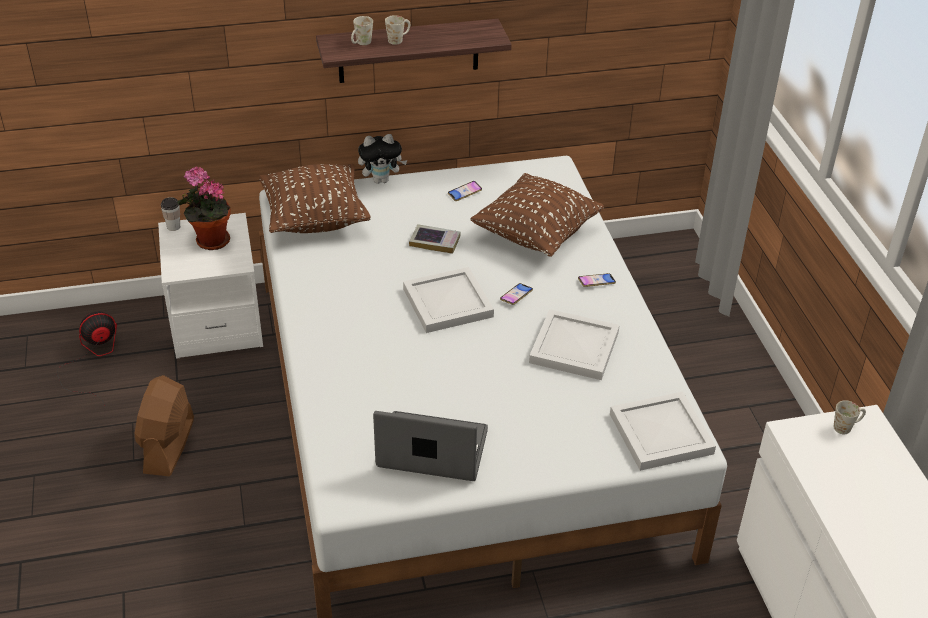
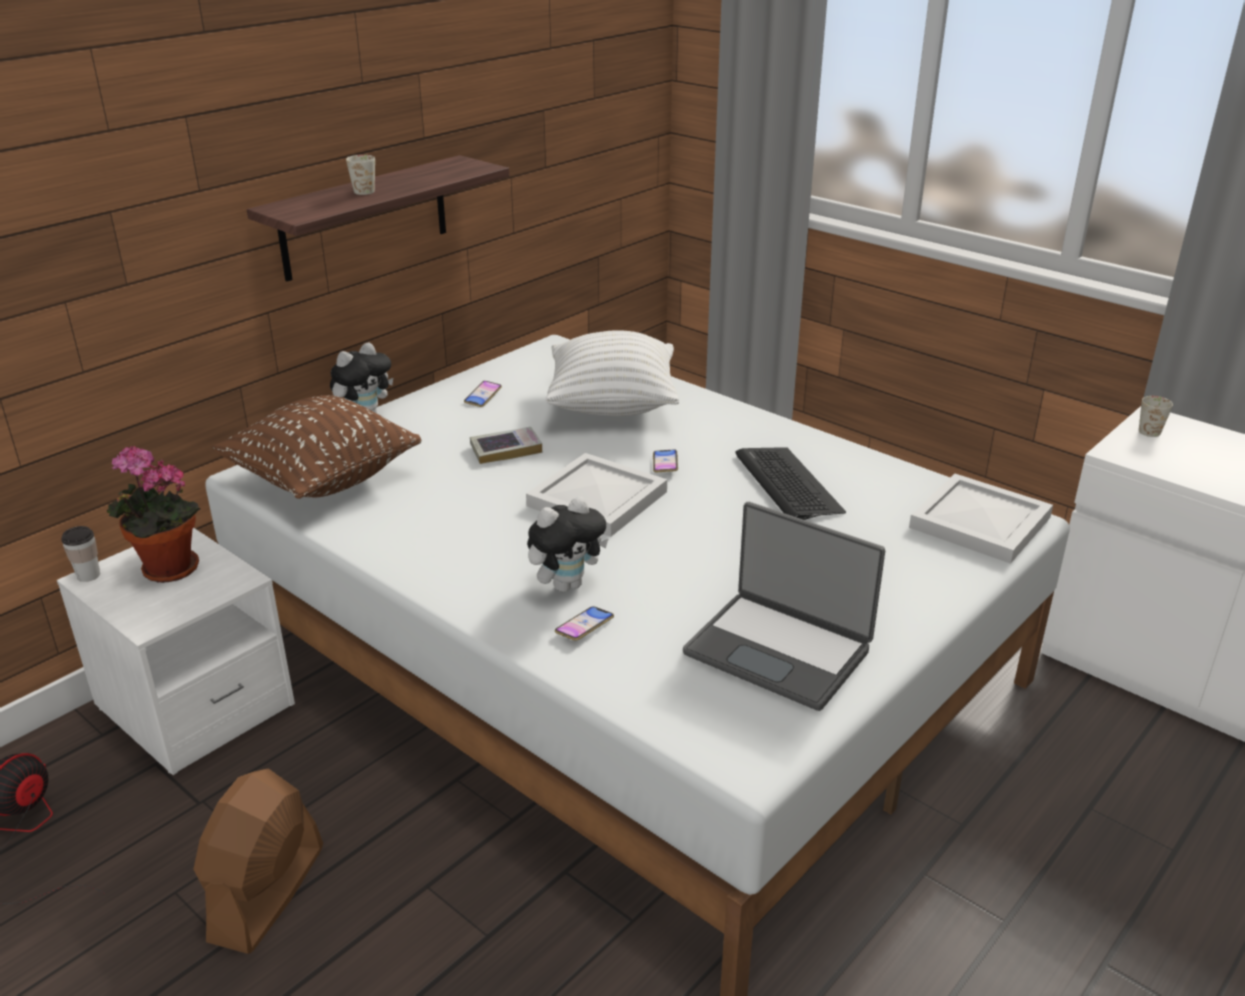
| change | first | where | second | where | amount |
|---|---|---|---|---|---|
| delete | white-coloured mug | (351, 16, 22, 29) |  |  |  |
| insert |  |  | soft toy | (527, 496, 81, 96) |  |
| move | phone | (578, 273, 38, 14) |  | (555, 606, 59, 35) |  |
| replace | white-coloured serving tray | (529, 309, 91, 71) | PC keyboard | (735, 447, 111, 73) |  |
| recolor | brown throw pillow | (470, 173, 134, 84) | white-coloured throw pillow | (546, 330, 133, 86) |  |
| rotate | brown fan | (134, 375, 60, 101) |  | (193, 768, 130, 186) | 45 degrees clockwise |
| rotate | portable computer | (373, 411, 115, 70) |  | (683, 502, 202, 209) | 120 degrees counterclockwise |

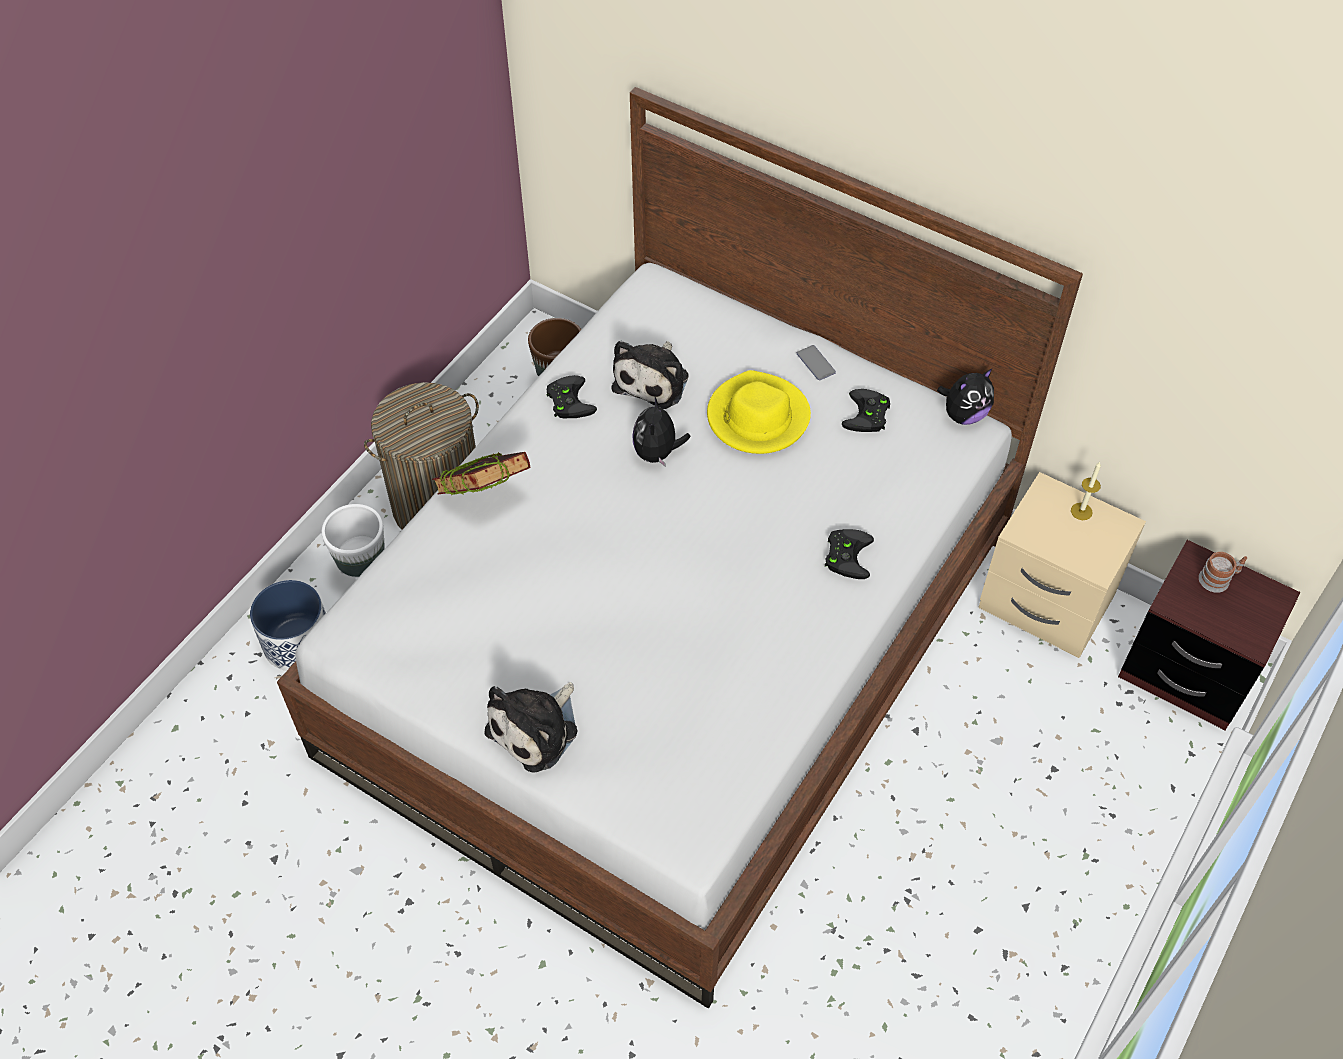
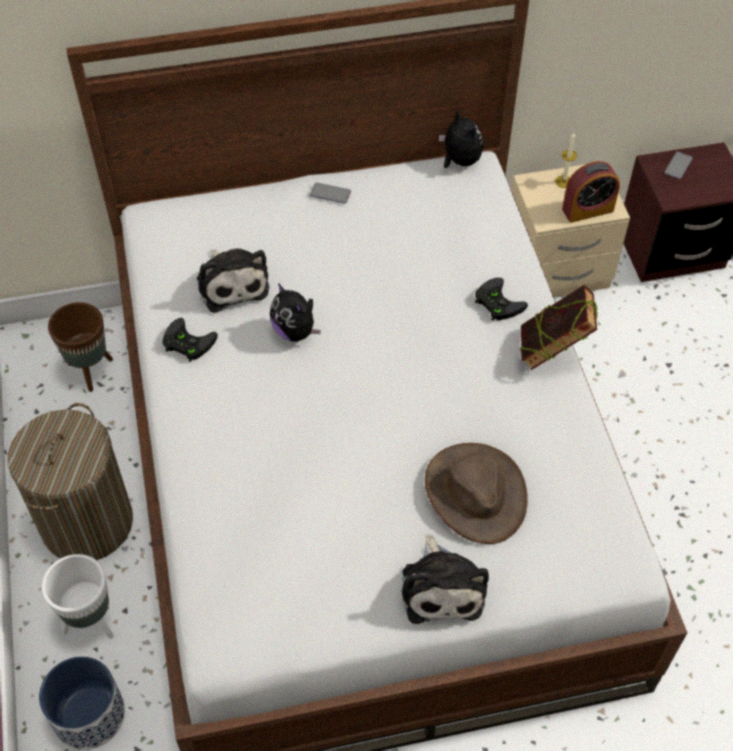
| change | first | where | second | where | amount |
|---|---|---|---|---|---|
| delete | yellow-coloured wearable hat | (707, 370, 104, 84) |  |  |  |
| delete | black game controller | (842, 389, 48, 43) |  |  |  |
| insert |  |  | brown wearable hat | (425, 443, 103, 101) |  |
| insert |  |  | table clock | (562, 161, 58, 62) |  |
| move | volume | (432, 452, 99, 43) |  | (520, 285, 78, 85) |  |
| replace | mug | (1199, 552, 48, 41) | phone | (664, 152, 29, 27) |  |
| rotate | soft toy | (937, 369, 57, 56) |  | (439, 109, 44, 59) | 45 degrees counterclockwise |

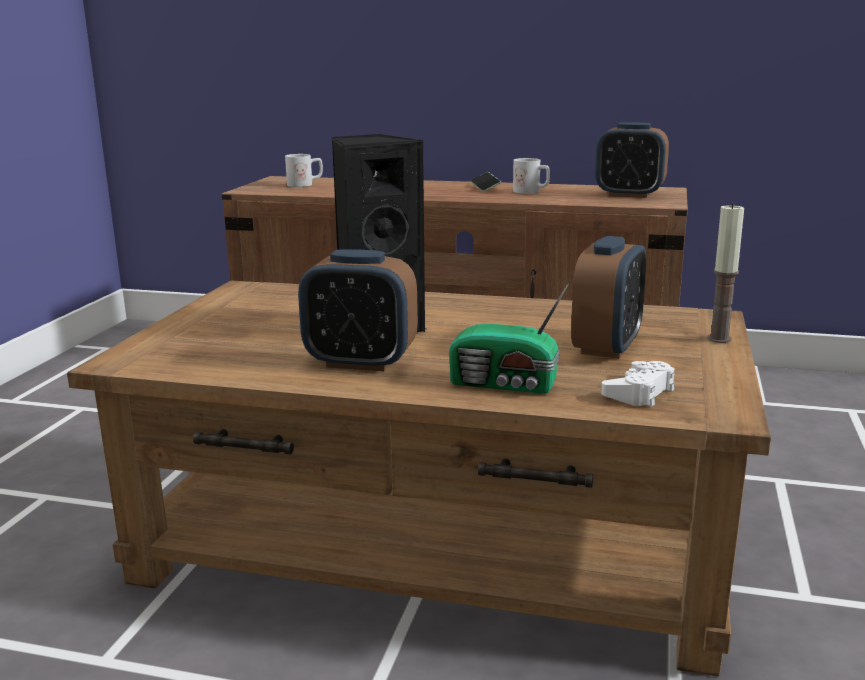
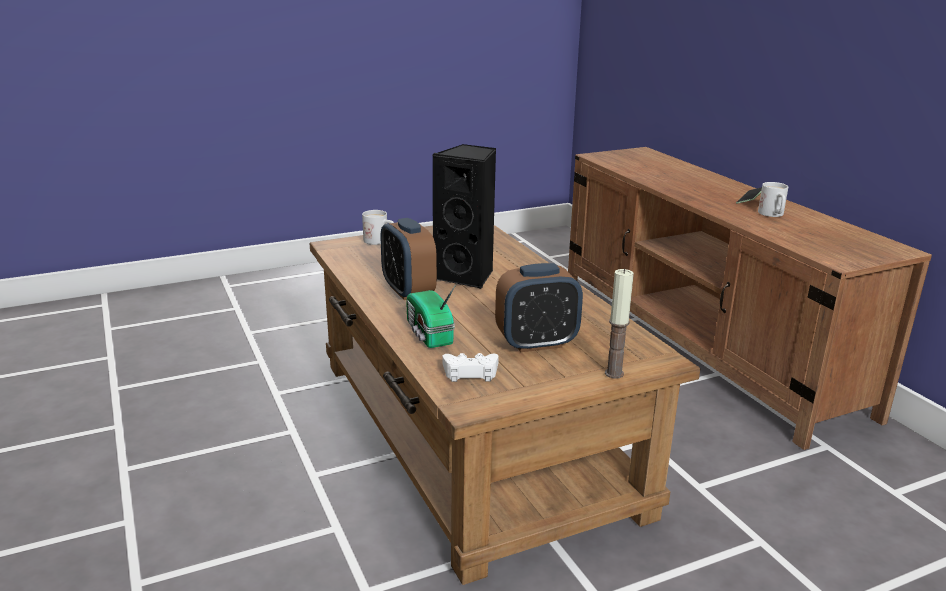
| change | first | where | second | where | amount |
|---|---|---|---|---|---|
| delete | table clock | (595, 122, 74, 76) |  |  |  |
| move | white-coloured mug | (285, 154, 38, 33) |  | (362, 210, 32, 35) |  |

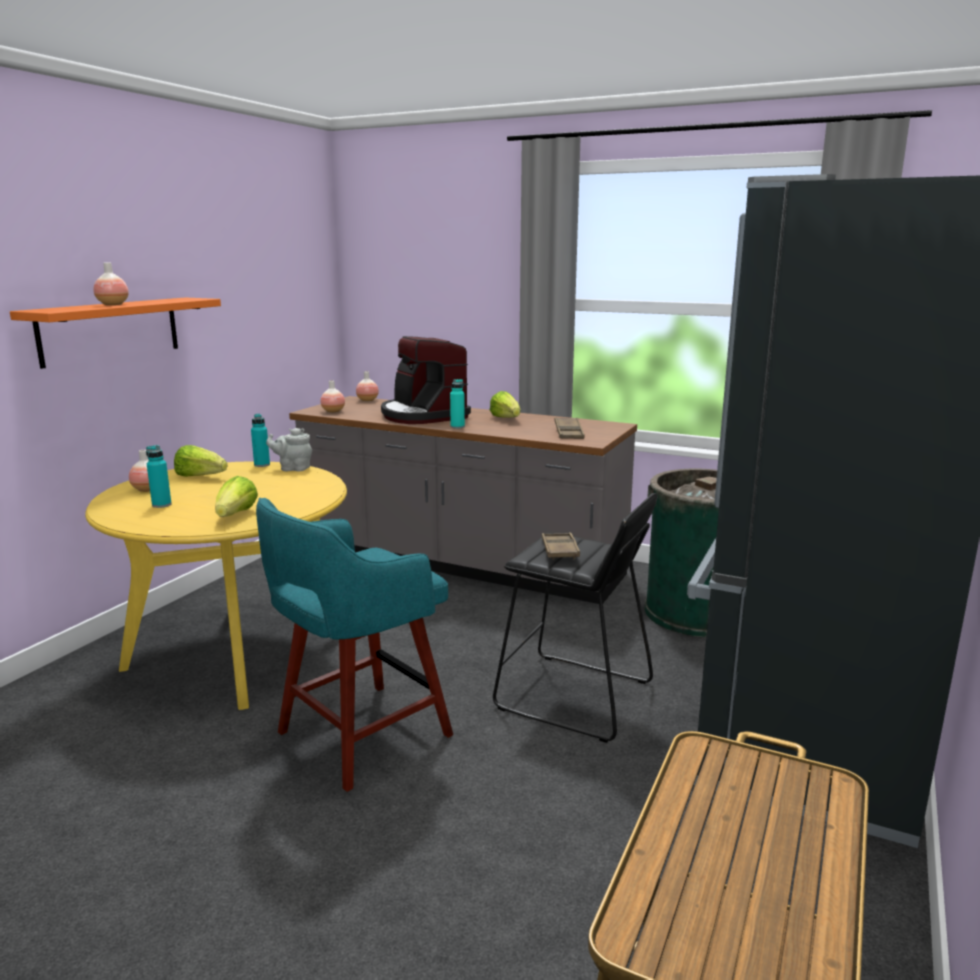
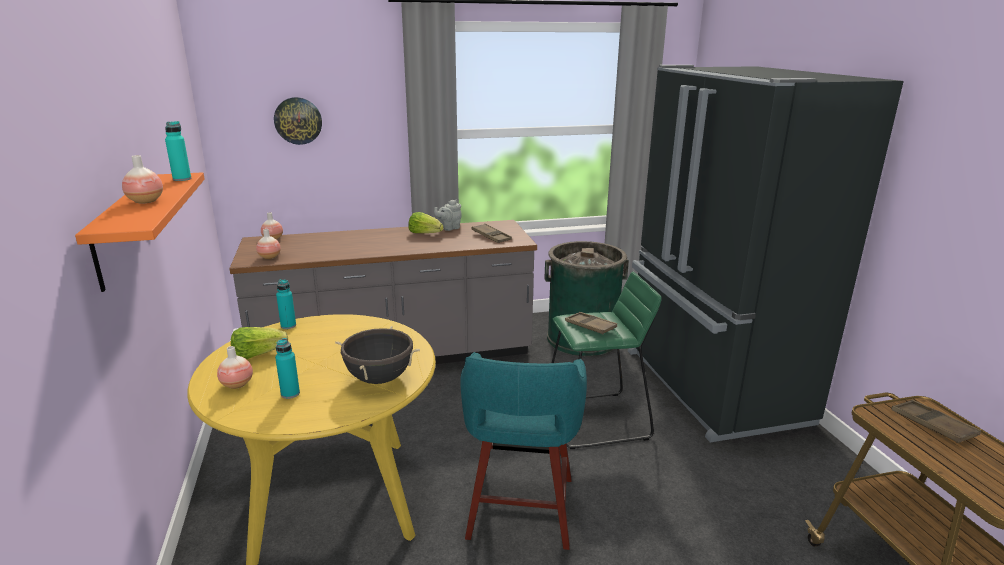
| change | first | where | second | where | amount |
|---|---|---|---|---|---|
| delete | coffee machine | (381, 336, 90, 88) |  |  |  |
| insert |  |  | wall clock | (274, 97, 48, 48) |  |
| insert |  |  | brown serving tray | (892, 400, 89, 43) |  |
| move | gray pot for tea | (266, 428, 46, 44) |  | (434, 199, 28, 32) |  |
| move | turquoise-coloured drink bottle | (450, 379, 15, 49) |  | (165, 121, 26, 60) |  |
| replace | head of lettuce | (215, 476, 43, 41) | black cooking pot | (335, 326, 85, 58) |  |
| recolor | black sitting stool | (493, 493, 164, 250) | green sitting stool | (552, 271, 110, 178) |  |

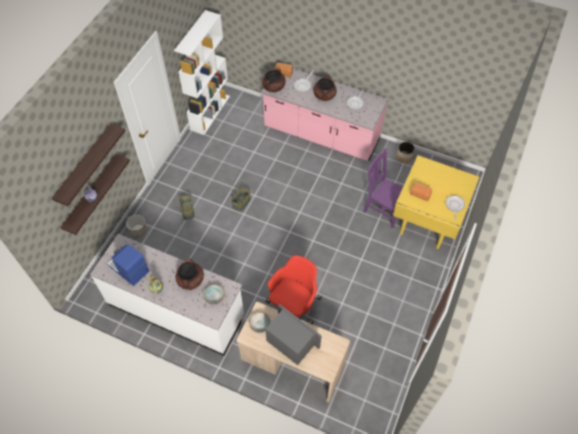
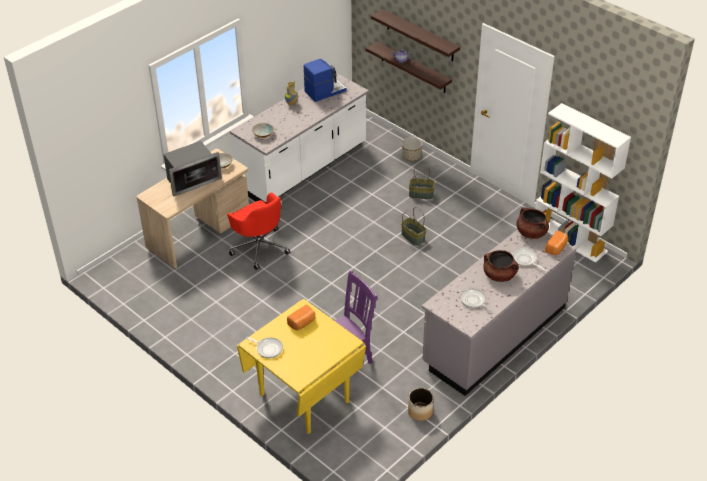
| change | first | where | second | where | amount |
|---|---|---|---|---|---|
| delete | brown cooking pot | (176, 258, 28, 32) |  |  |  |
| recolor | pinkish kitchen base unit | (261, 68, 127, 93) | gray kitchen base unit | (422, 229, 154, 167) |  |

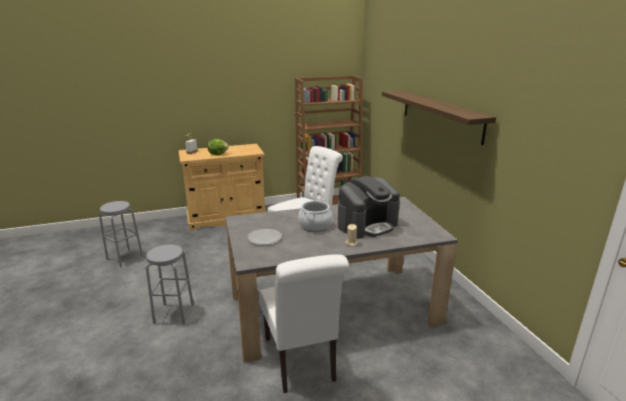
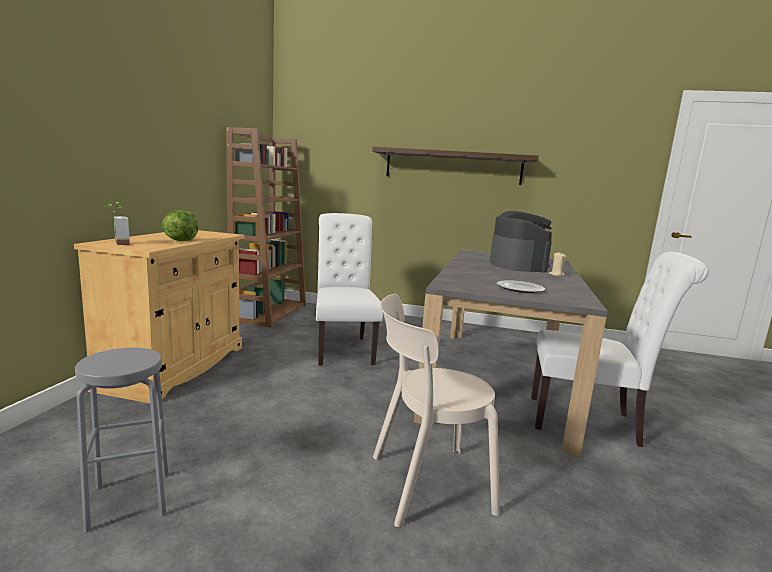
| change | first | where | second | where | amount |
|---|---|---|---|---|---|
| delete | cooking pot | (298, 199, 35, 33) |  |  |  |
| replace | gray sitting stool | (146, 245, 48, 80) | beige plain chair | (373, 294, 127, 233) |  |

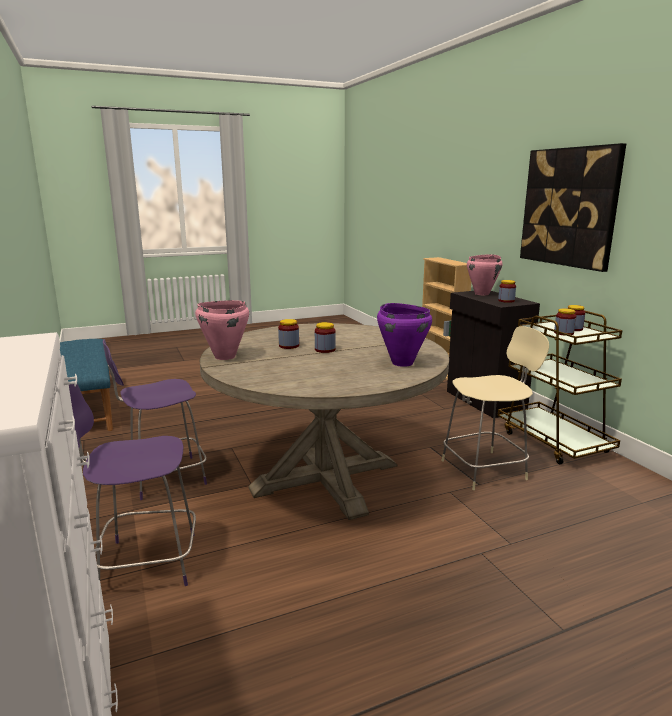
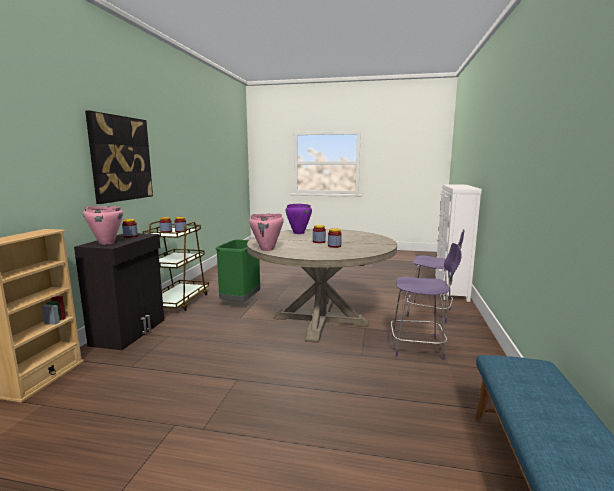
| change | first | where | second | where | amount |
|---|---|---|---|---|---|
| move | pinkish cooking pot | (195, 300, 54, 60) |  | (249, 214, 35, 37) |  |
| replace | beige plain chair | (441, 326, 108, 164) | green waste bin | (215, 240, 45, 61) |  |

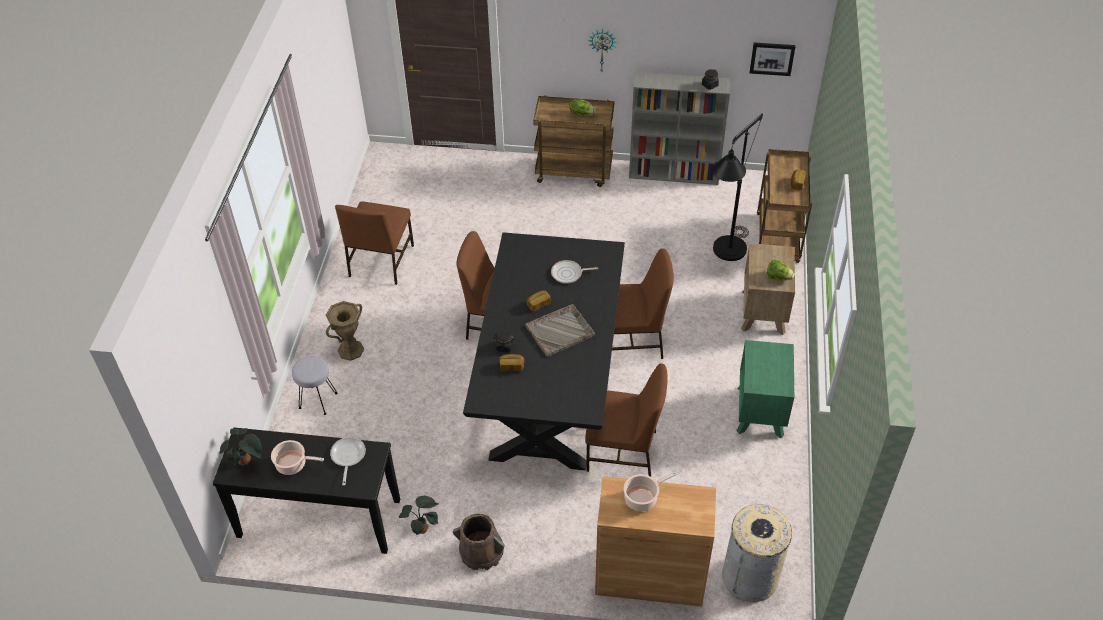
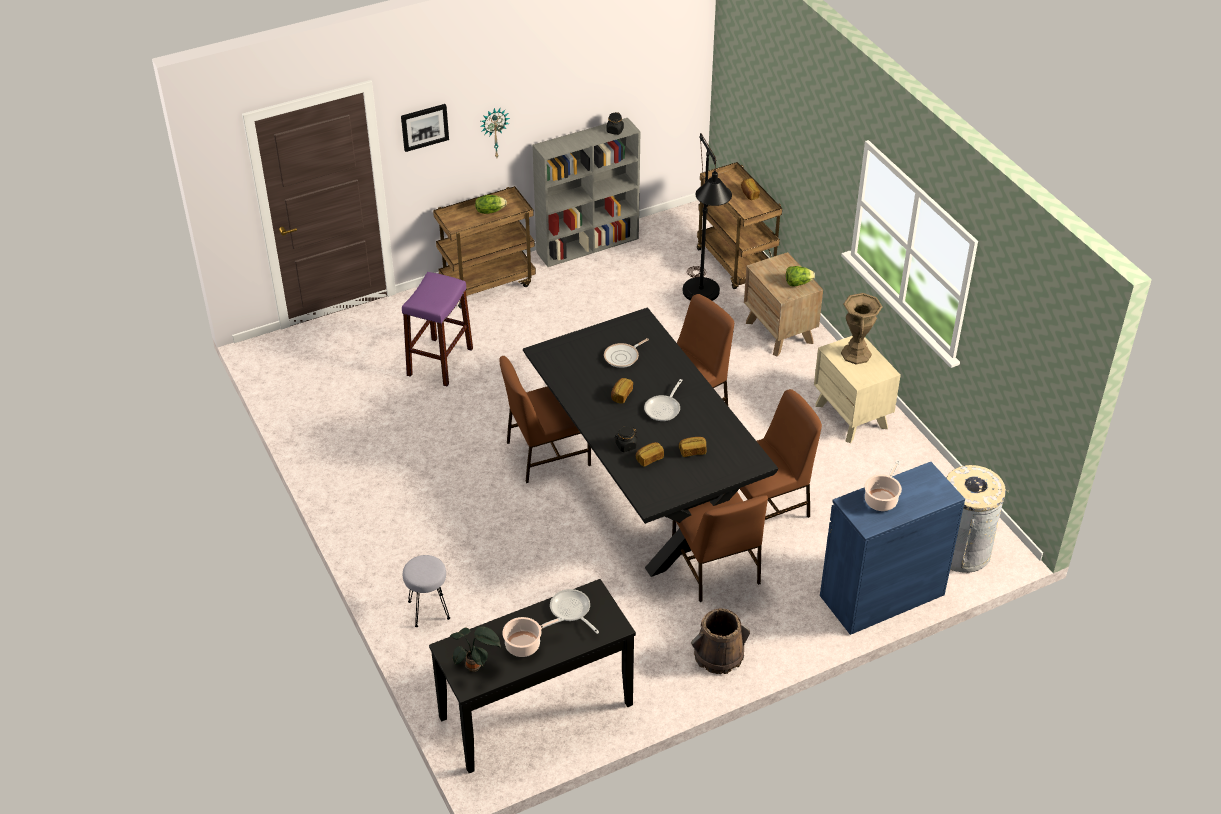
| change | first | where | second | where | amount |
|---|---|---|---|---|---|
| delete | plant in a pot | (399, 496, 40, 40) |  |  |  |
| insert |  |  | purple sitting stool | (402, 272, 71, 114) |  |
| insert |  |  | baked bread | (679, 437, 27, 20) |  |
| move | brown vase | (326, 301, 38, 60) |  | (841, 293, 41, 72) |  |
| move | brown plain chair | (335, 201, 79, 84) |  | (672, 492, 96, 110) |  |
| move | picture | (750, 43, 45, 33) |  | (401, 104, 48, 48) |  |
| replace | gray serving tray | (525, 304, 70, 53) | pan | (644, 379, 39, 42) |  |
| recolor | brown storage cabinet | (595, 476, 121, 131) | blue storage cabinet | (820, 462, 145, 173) |  |
| recolor | green nightstand | (736, 340, 58, 98) | beige nightstand | (814, 336, 87, 107) |  |

